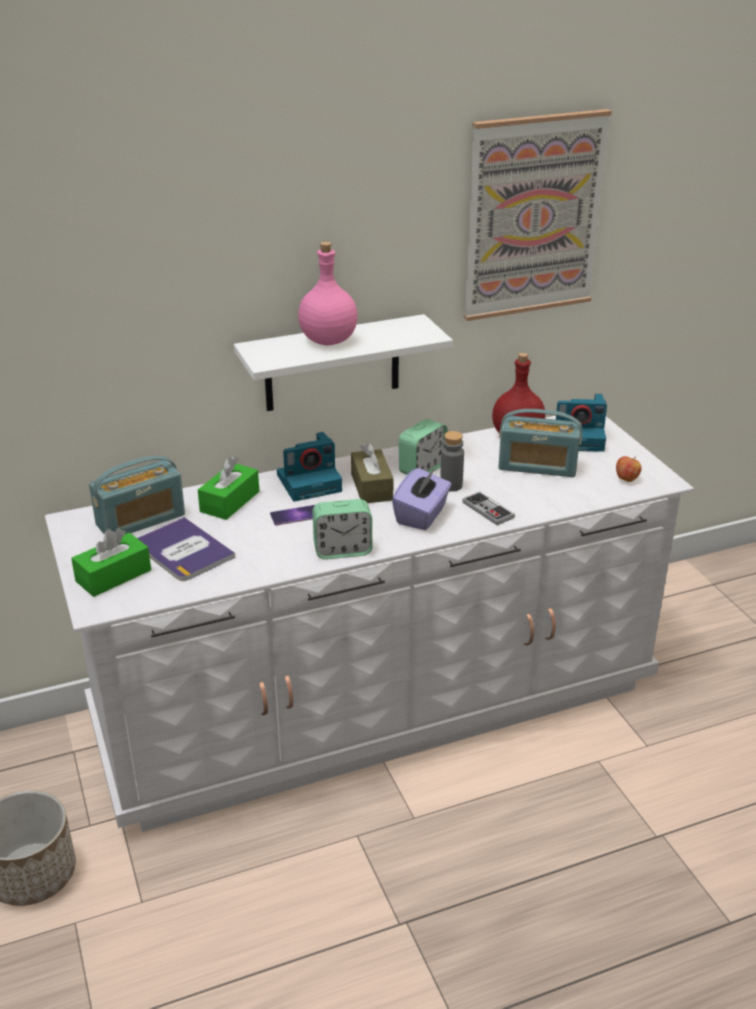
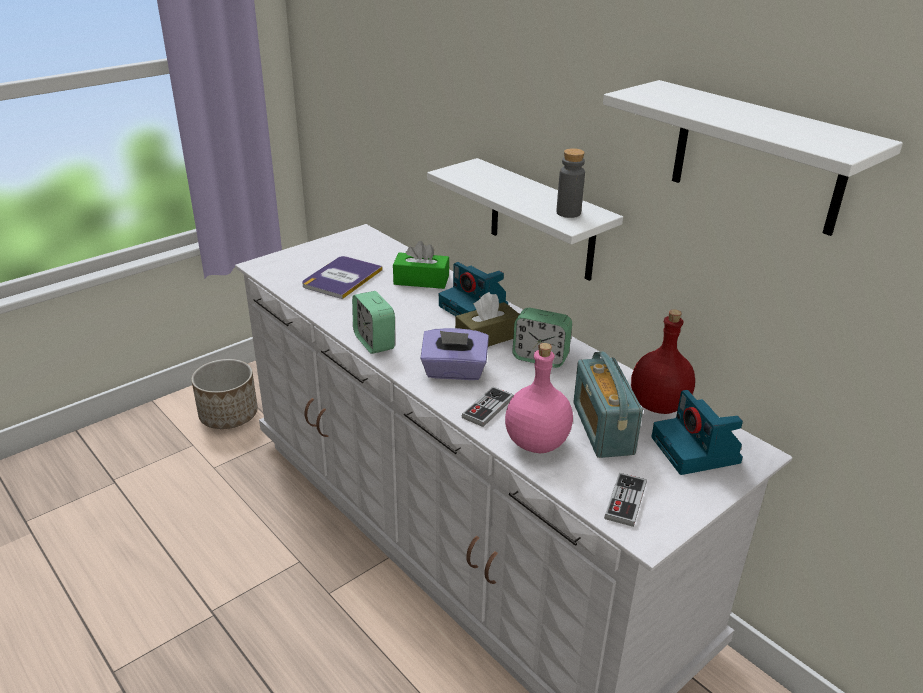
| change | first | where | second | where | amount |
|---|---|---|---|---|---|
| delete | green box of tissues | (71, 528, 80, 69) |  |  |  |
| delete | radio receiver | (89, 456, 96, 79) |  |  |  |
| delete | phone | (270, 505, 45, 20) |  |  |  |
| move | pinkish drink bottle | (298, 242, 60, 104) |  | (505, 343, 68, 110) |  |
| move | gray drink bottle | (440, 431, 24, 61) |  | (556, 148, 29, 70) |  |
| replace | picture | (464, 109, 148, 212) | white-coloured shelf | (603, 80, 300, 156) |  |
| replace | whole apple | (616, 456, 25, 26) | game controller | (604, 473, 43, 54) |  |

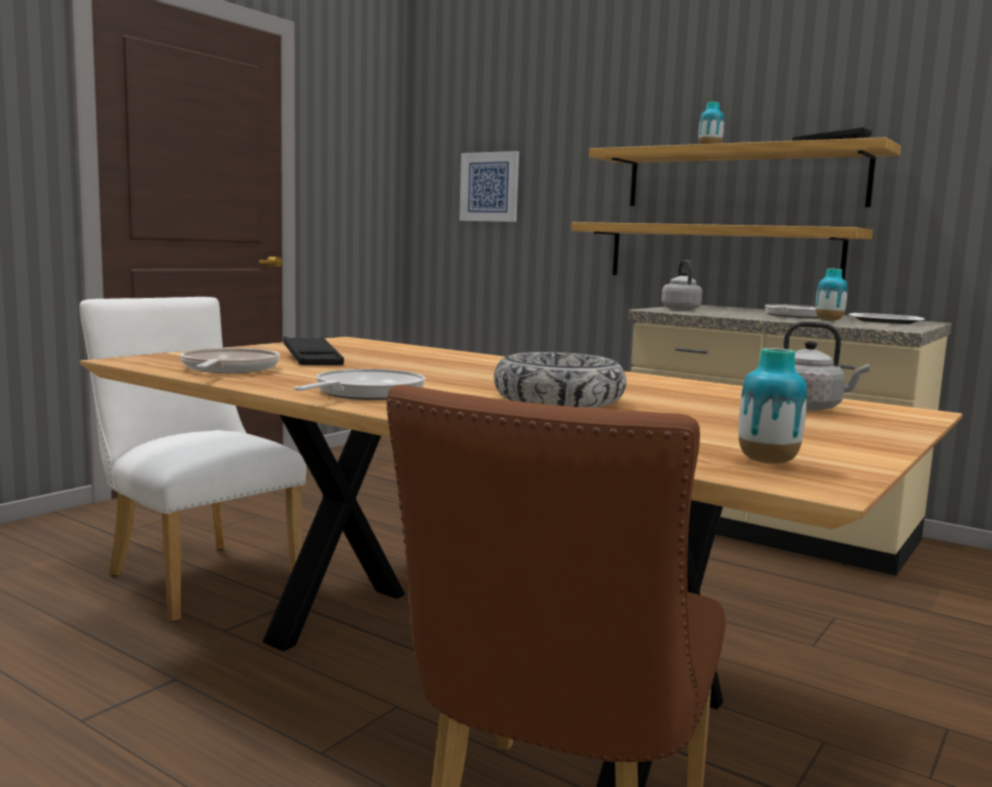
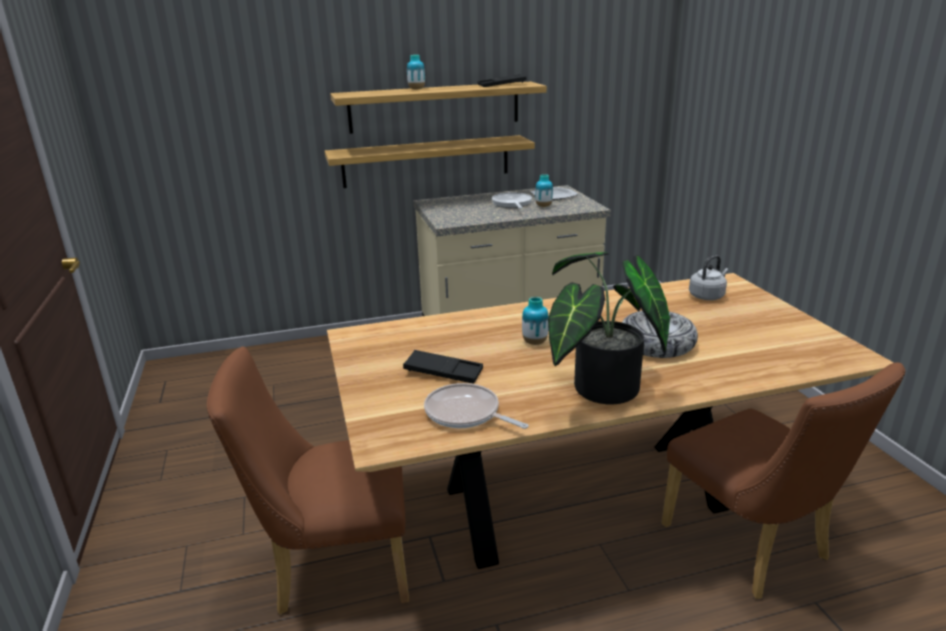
| change | first | where | second | where | amount |
|---|---|---|---|---|---|
| delete | picture | (459, 151, 60, 71) |  |  |  |
| delete | gray kettle | (661, 260, 41, 50) |  |  |  |
| move | vase | (739, 348, 68, 116) |  | (522, 297, 27, 48) |  |
| replace | pan | (294, 369, 132, 31) | plant in a pot | (548, 252, 122, 152) |  |
| recolor | white-coloured plain chair | (79, 297, 228, 325) | brown plain chair | (207, 347, 202, 267) |  |

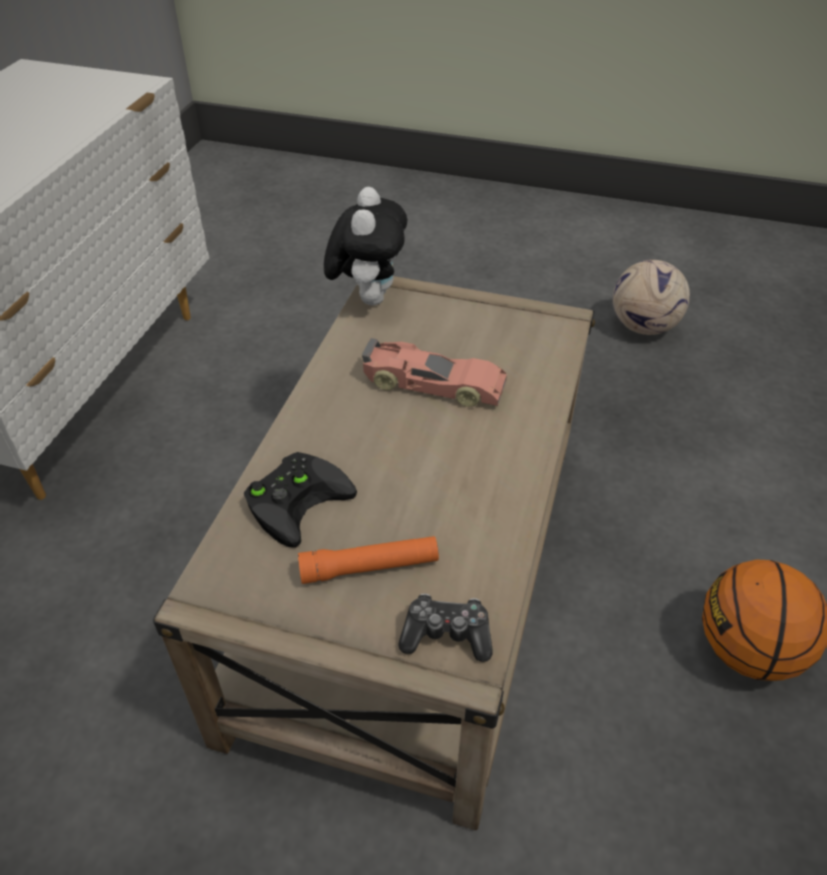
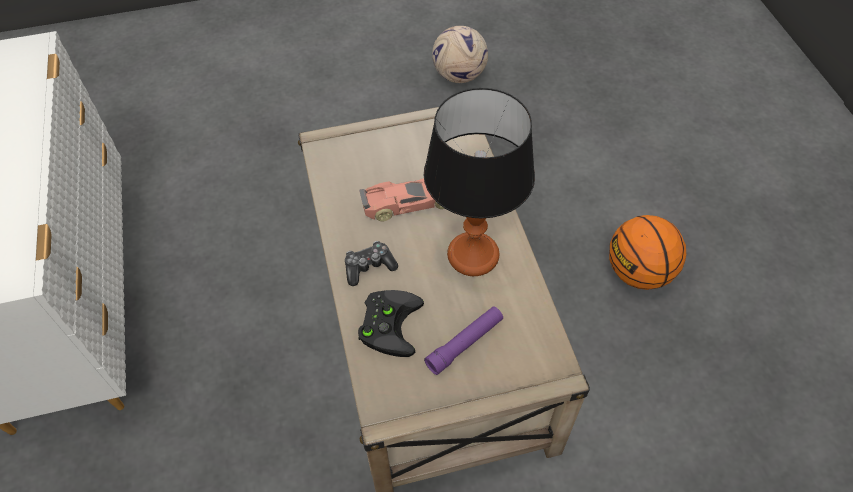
| change | first | where | second | where | amount |
|---|---|---|---|---|---|
| delete | soft toy | (324, 187, 83, 118) |  |  |  |
| insert |  |  | table lamp | (424, 88, 111, 188) |  |
| move | game controller | (398, 593, 95, 69) |  | (345, 241, 53, 45) |  |
| recolor | orange-coloured hand torch | (298, 536, 141, 48) | purple hand torch | (424, 306, 79, 69) |  |

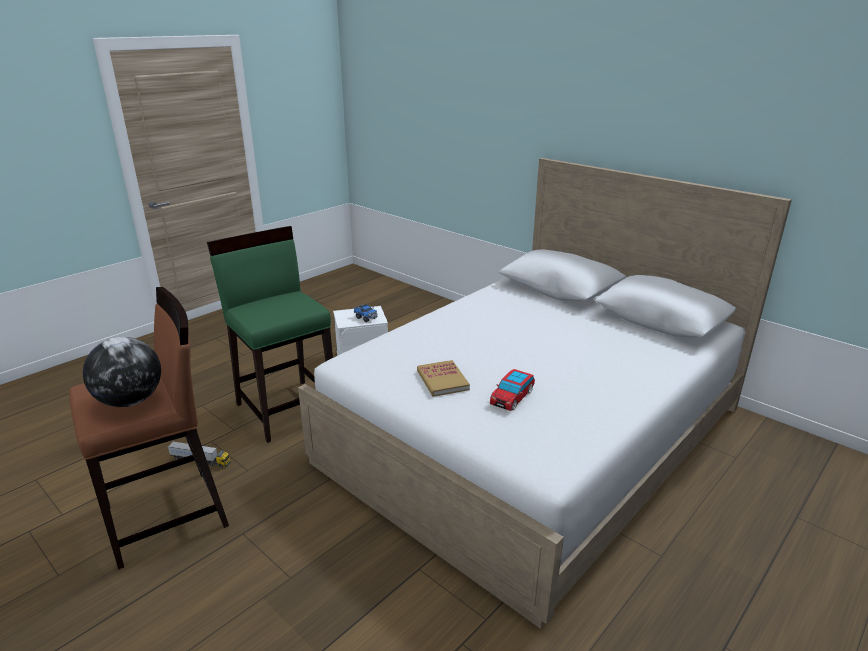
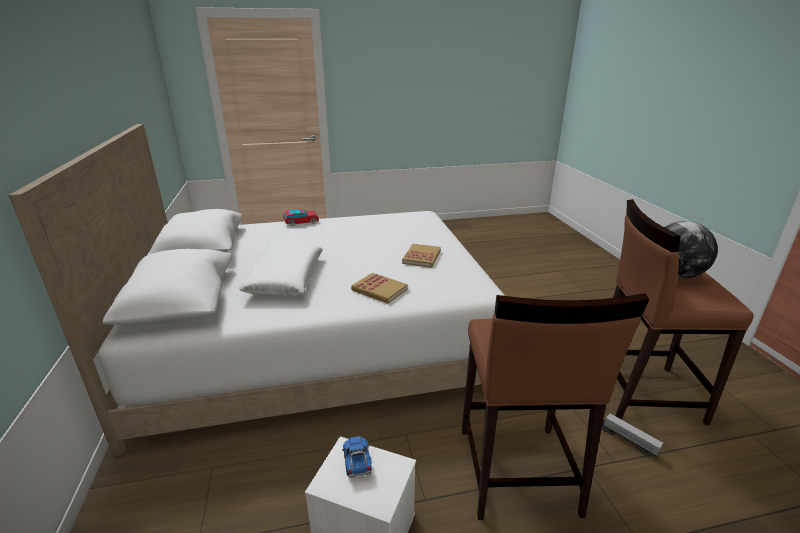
| change | first | where | second | where | amount |
|---|---|---|---|---|---|
| insert |  |  | white-coloured throw pillow | (239, 243, 84, 53) |  |
| insert |  |  | volume | (351, 273, 57, 31) |  |
| move | model car | (490, 369, 45, 42) |  | (283, 209, 36, 17) |  |
| recolor | green sitting stool | (207, 226, 126, 217) | brown sitting stool | (462, 293, 188, 227) |  |

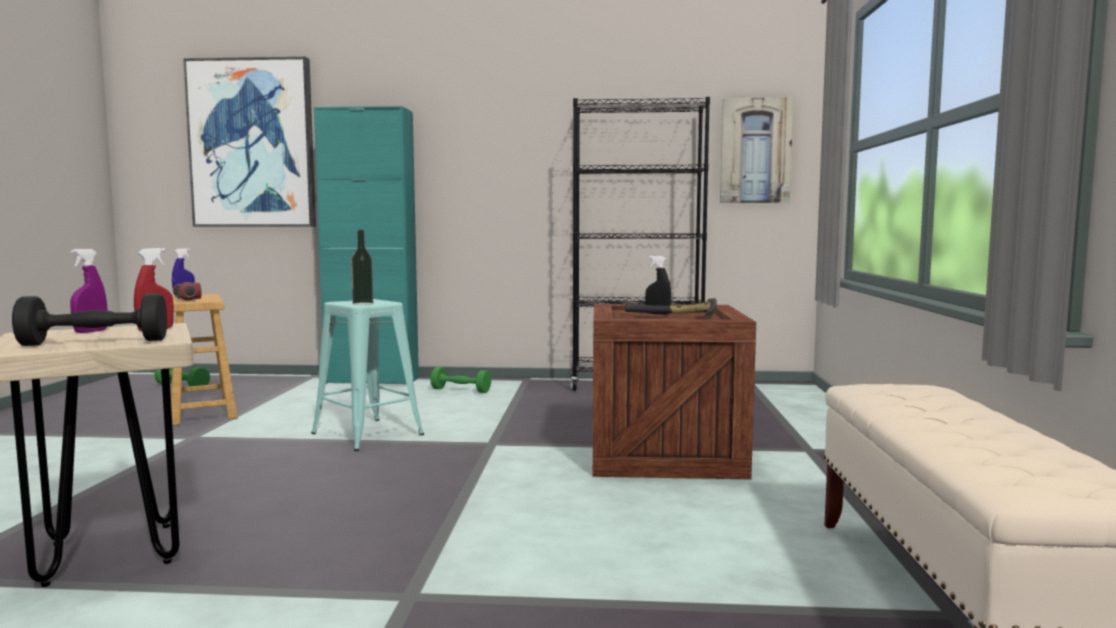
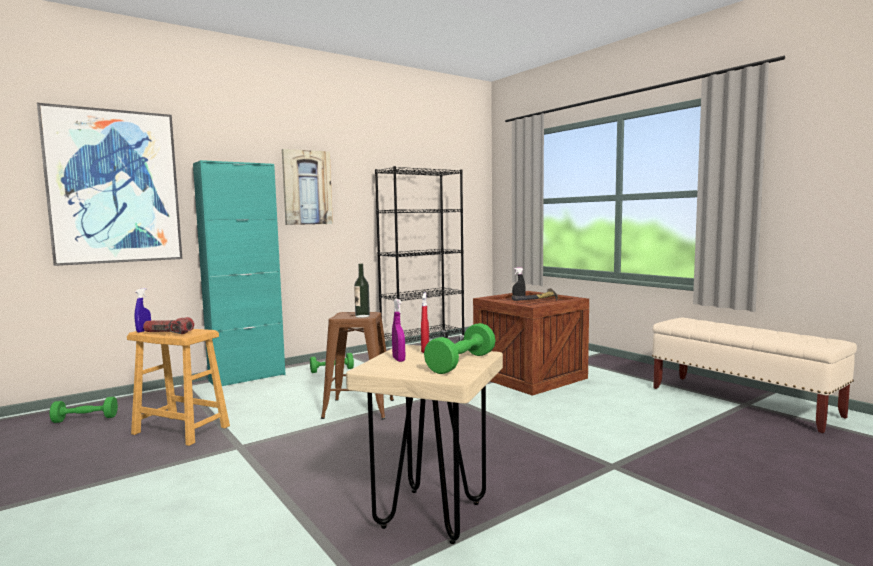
| change | first | where | second | where | amount |
|---|---|---|---|---|---|
| move | picture | (720, 97, 74, 106) |  | (282, 149, 51, 76) |  |
| recolor | black free weight | (12, 293, 155, 53) | green free weight | (424, 323, 71, 51) |  |
| recolor | turquoise-coloured sitting stool | (311, 299, 113, 152) | brown sitting stool | (321, 312, 73, 108) |  |

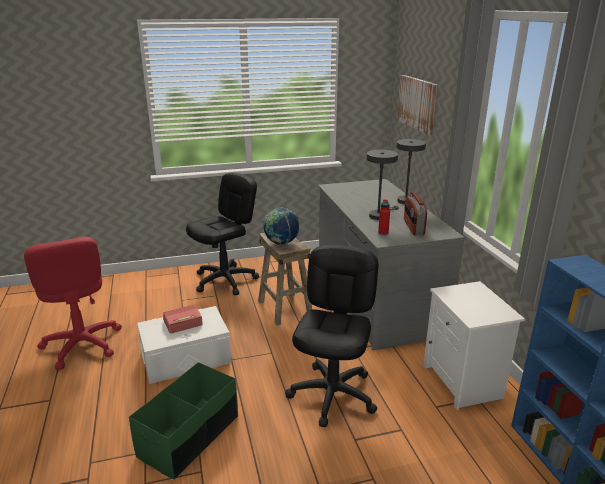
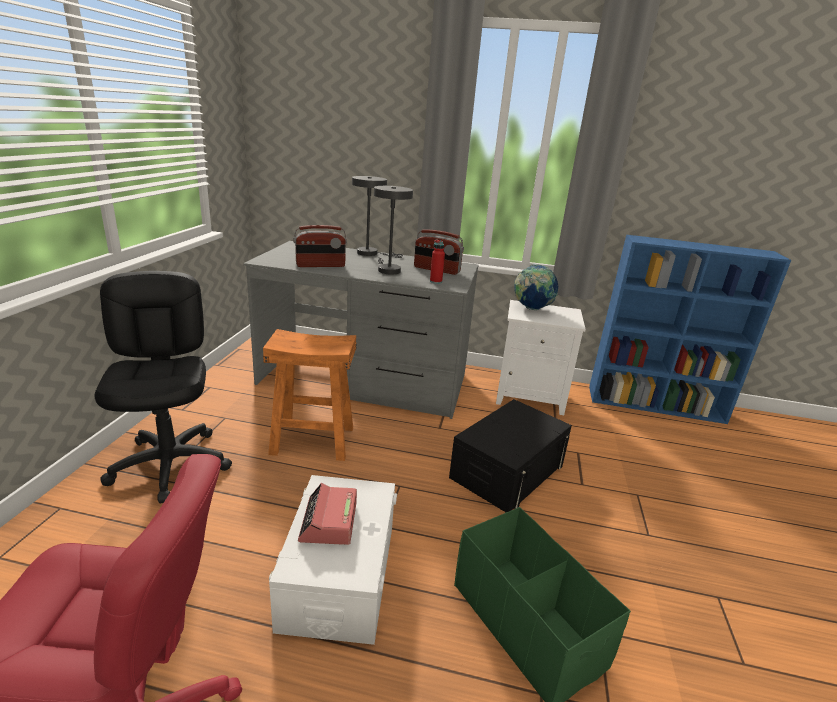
| change | first | where | second | where | amount |
|---|---|---|---|---|---|
| delete | picture | (397, 75, 40, 60) |  |  |  |
| insert |  |  | radio receiver | (293, 225, 54, 42) |  |
| move | globe | (263, 207, 36, 38) |  | (514, 264, 44, 46) |  |
| replace | black computer chair | (285, 245, 93, 182) | black storage container | (449, 399, 123, 113) |  |
| recolor | beige sitting stool | (258, 232, 54, 94) | orange-coloured sitting stool | (263, 329, 94, 132) |  |

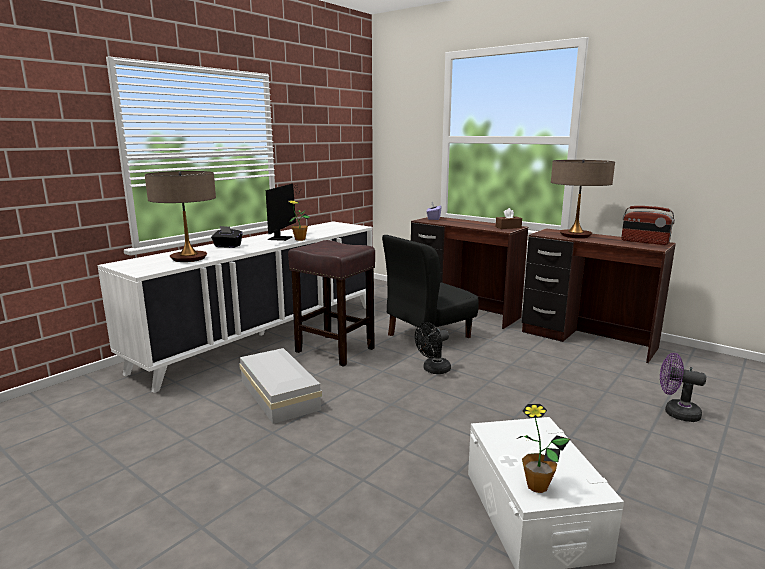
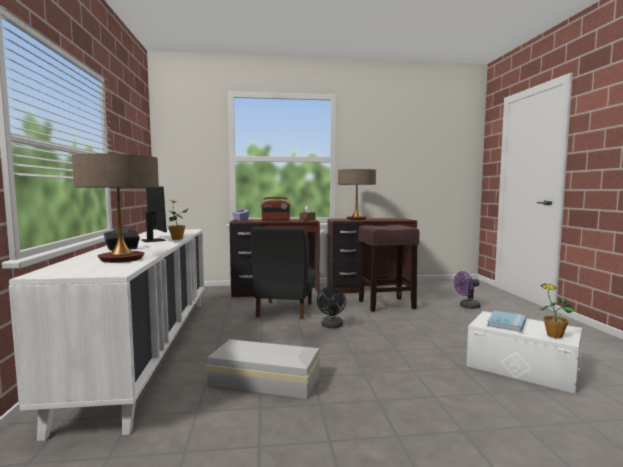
| change | first | where | second | where | amount |
|---|---|---|---|---|---|
| insert |  |  | blue volume | (487, 311, 39, 21) |  |
| move | brown sitting stool | (288, 240, 87, 127) |  | (358, 225, 62, 87) |  |
| move | radio receiver | (621, 206, 54, 39) |  | (261, 197, 30, 24) |  |

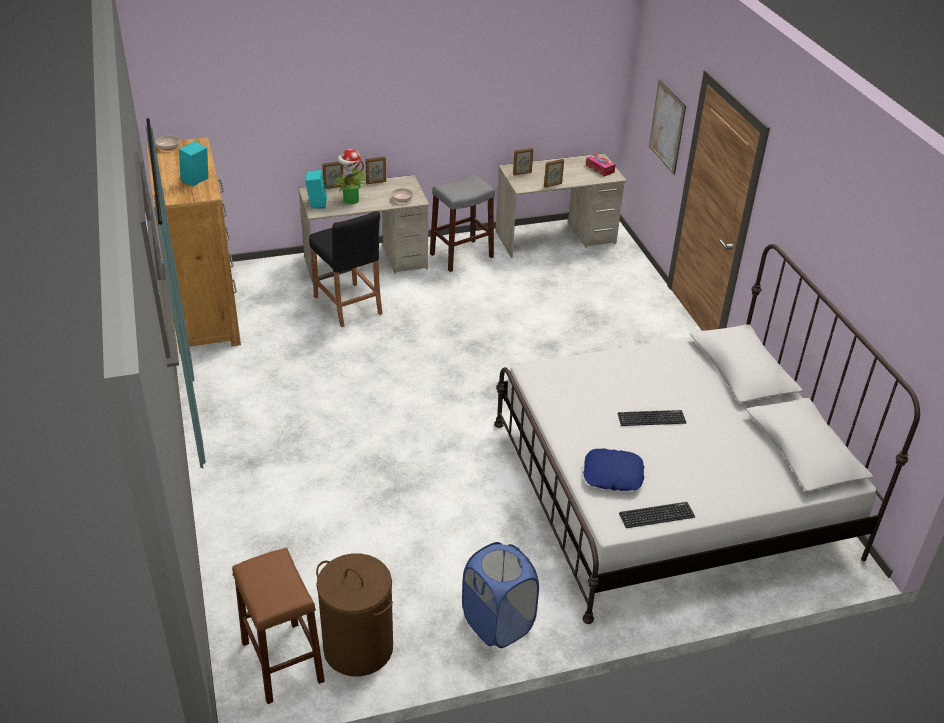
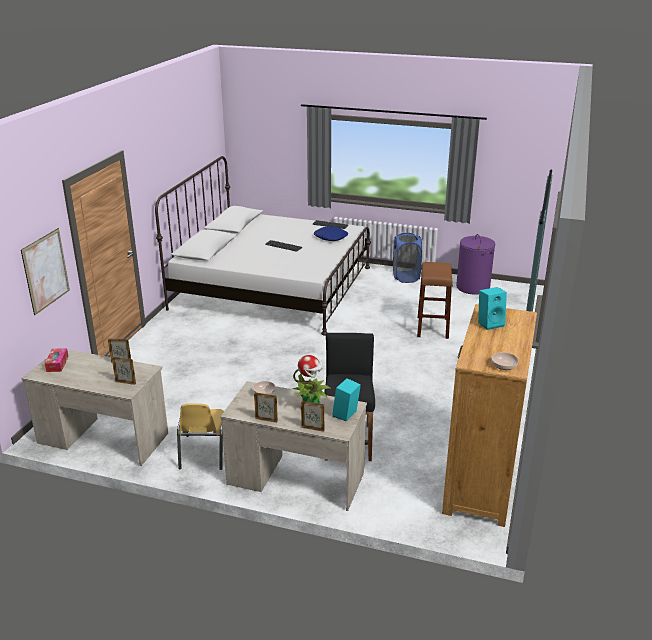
| change | first | where | second | where | amount |
|---|---|---|---|---|---|
| move | brown sitting stool | (232, 548, 93, 156) |  | (417, 262, 35, 77) |  |
| replace | gray sitting stool | (430, 175, 65, 97) | yellow-coloured plain chair | (177, 403, 47, 67) |  |
| recolor | brown hamper | (316, 553, 77, 123) | purple hamper | (456, 234, 39, 61) |  |

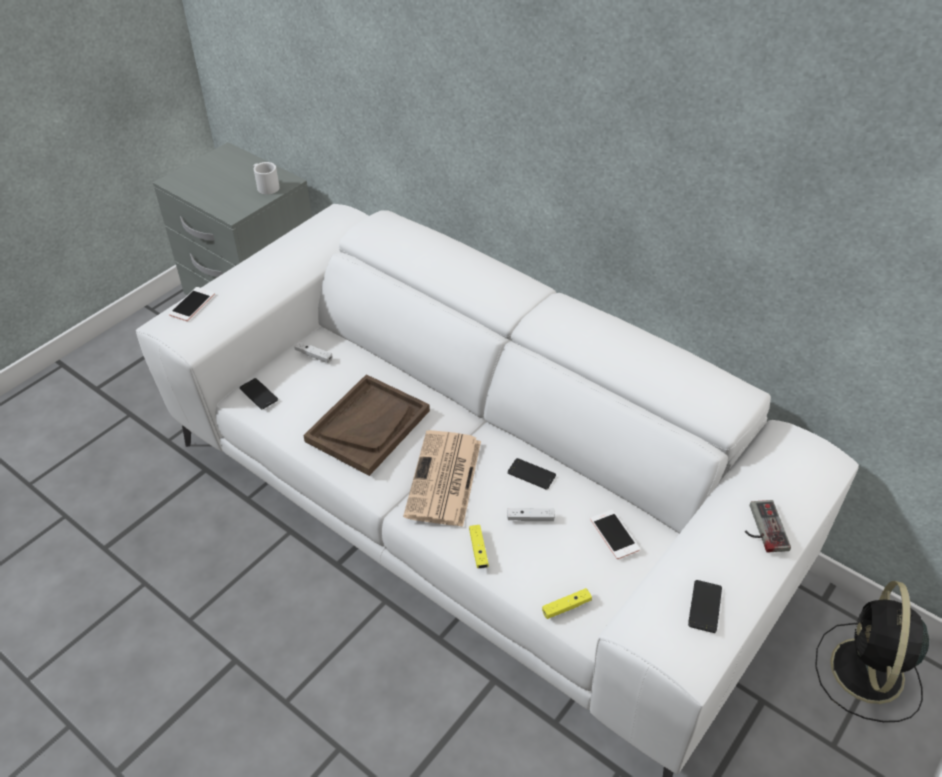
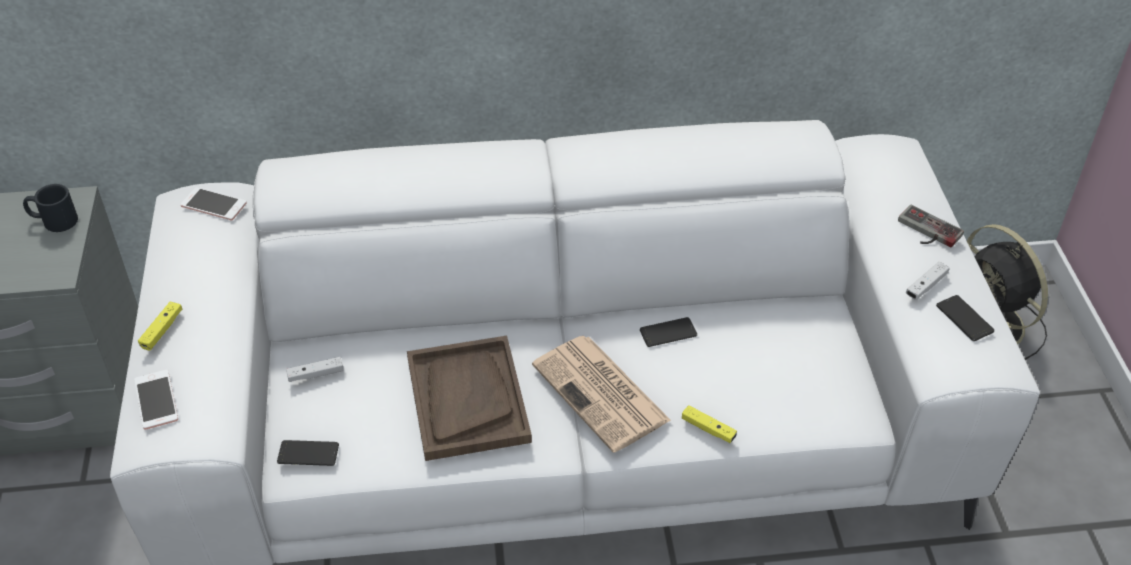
| change | first | where | second | where | amount |
|---|---|---|---|---|---|
| move | white-coloured game controller | (507, 508, 48, 13) |  | (906, 262, 44, 38) |  |
| move | yellow-coloured game controller | (542, 588, 50, 31) |  | (138, 302, 44, 49) |  |
| move | phone | (590, 510, 50, 49) |  | (180, 187, 67, 33) |  |
| recolor | white-coloured mug | (253, 162, 27, 33) | black mug | (23, 184, 55, 48) |  |

